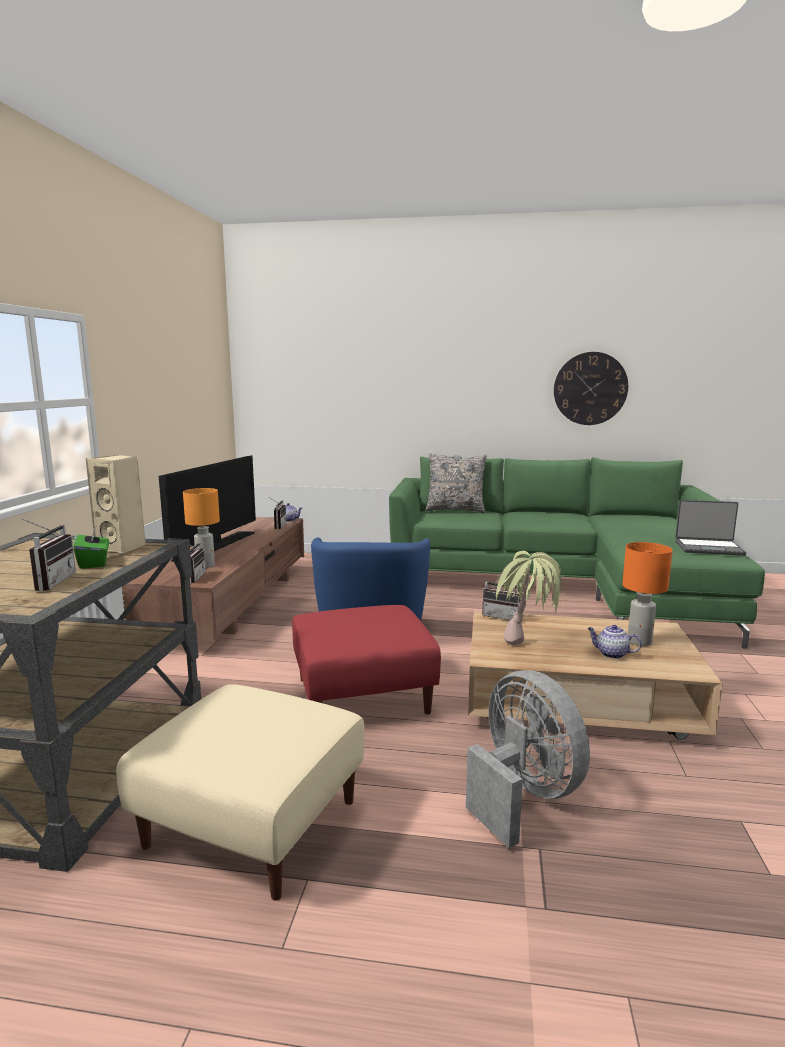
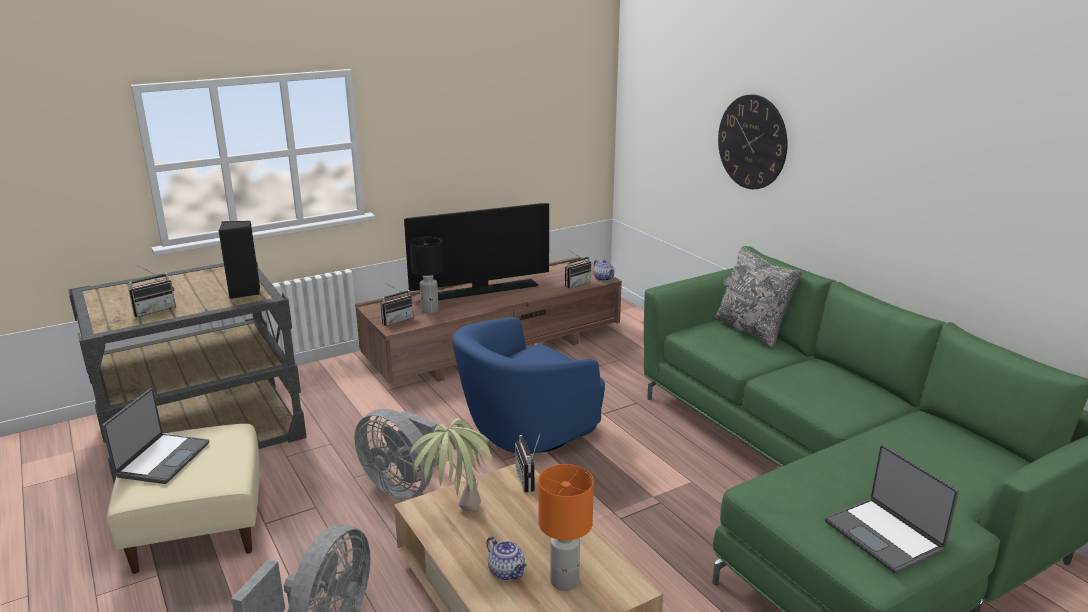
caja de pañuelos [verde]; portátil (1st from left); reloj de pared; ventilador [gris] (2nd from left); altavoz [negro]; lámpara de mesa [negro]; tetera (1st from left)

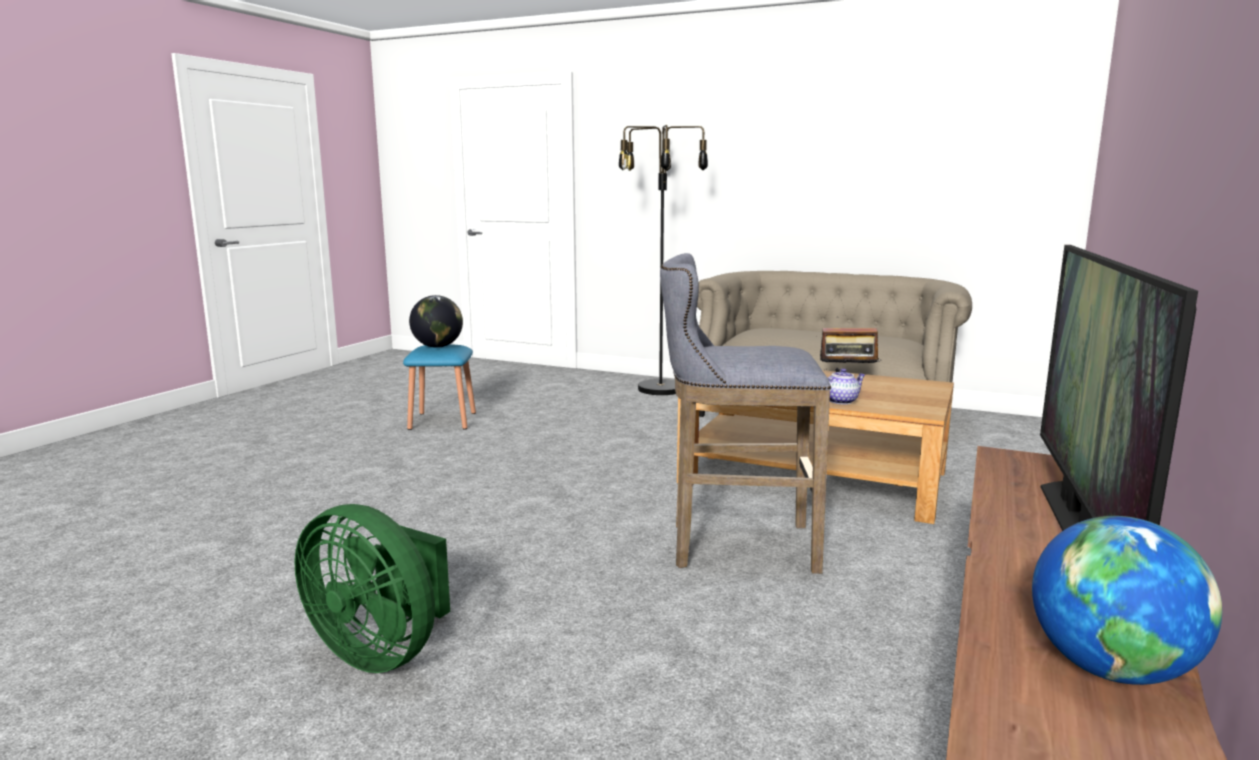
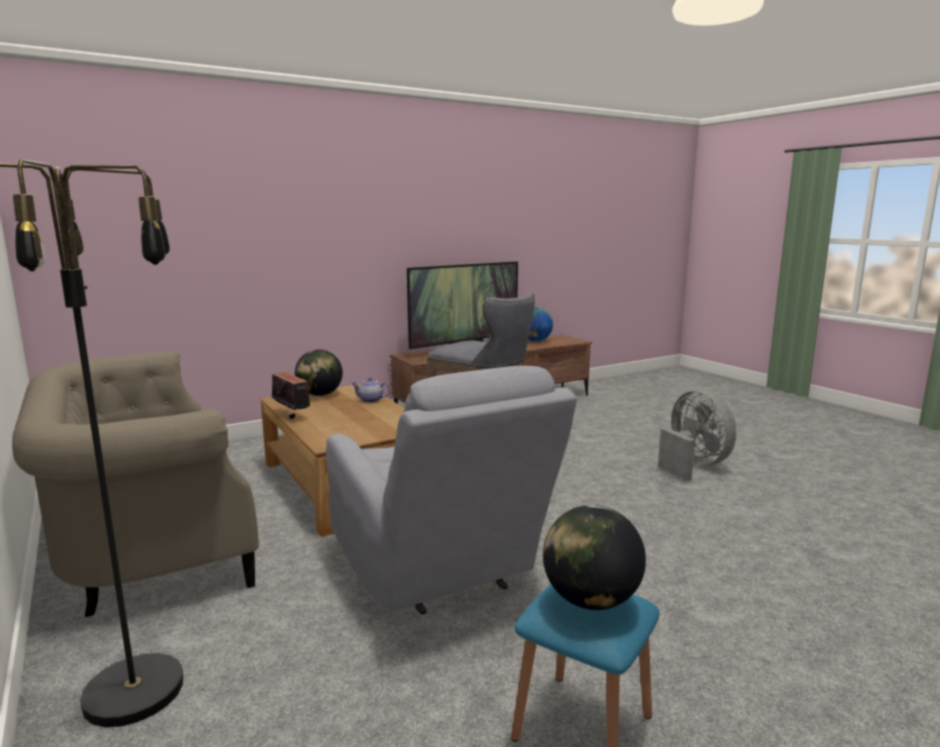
globo terráqueo (1st from left); sillón [gris]; ventilador [gris]

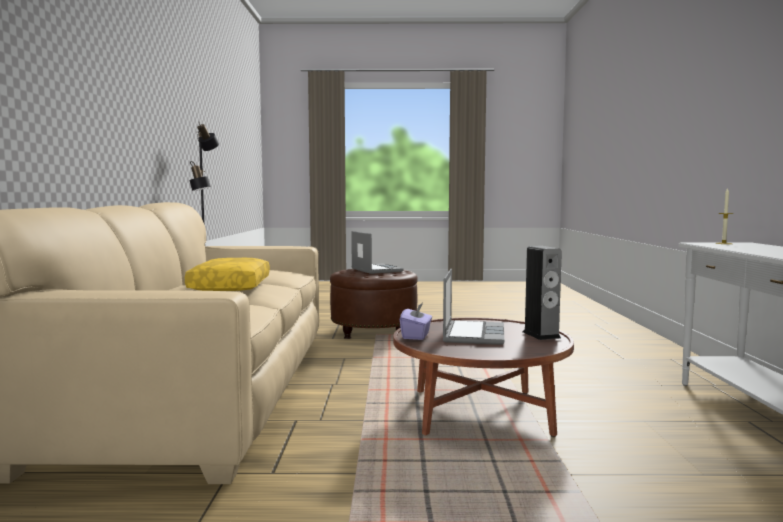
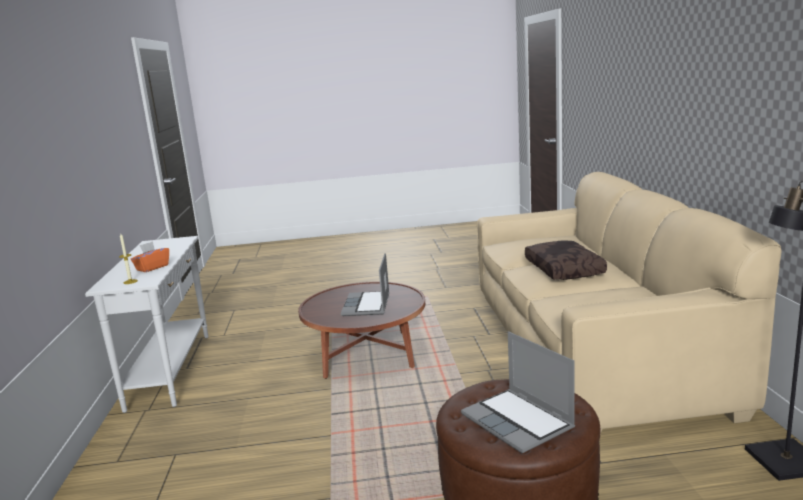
caja de pañuelos [morado]; altavoz; caja de pañuelos [naranja]; cojín [marrón]

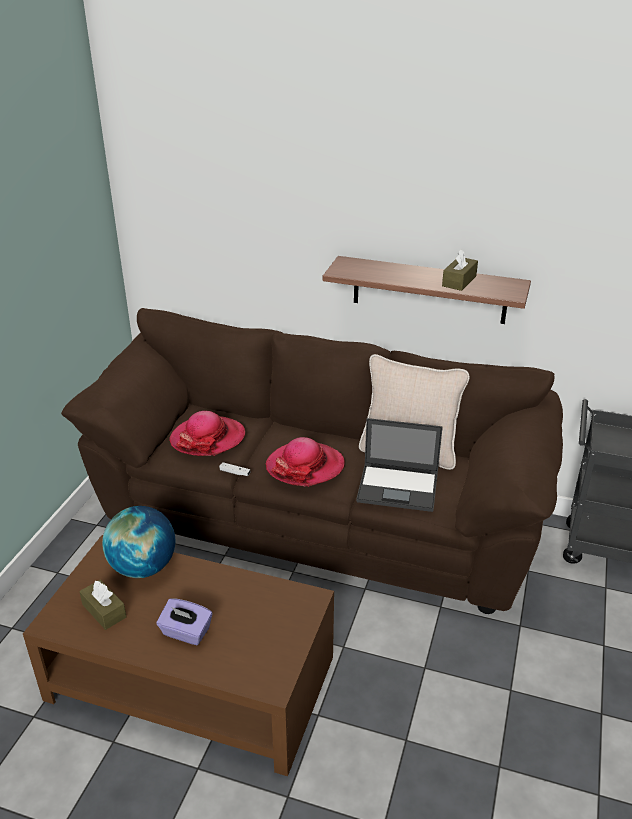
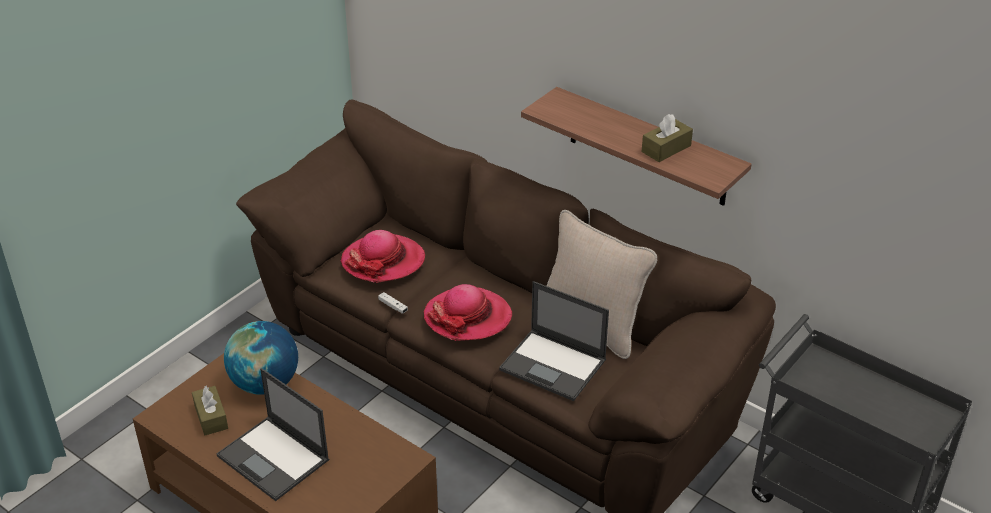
portátil (1st from left)

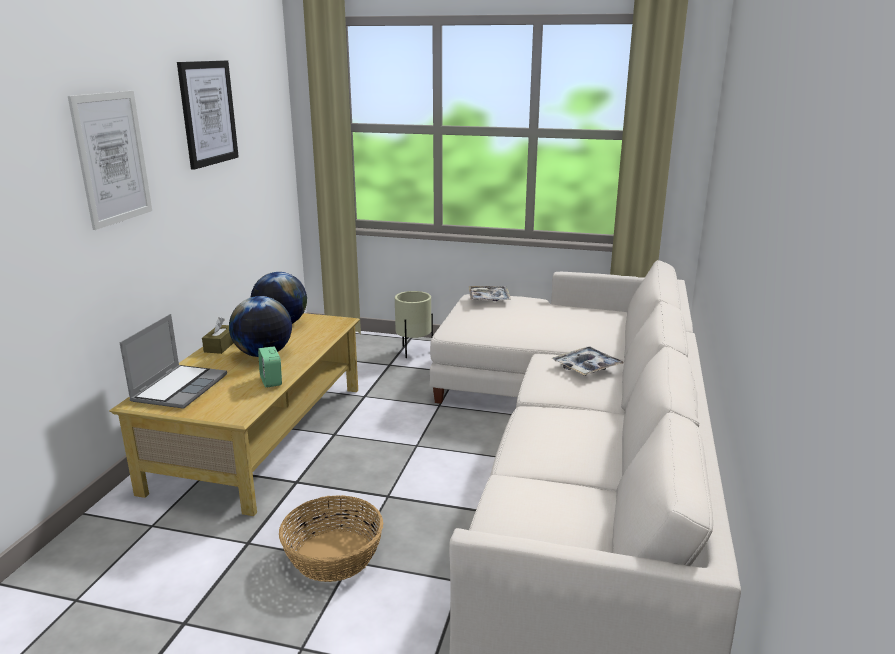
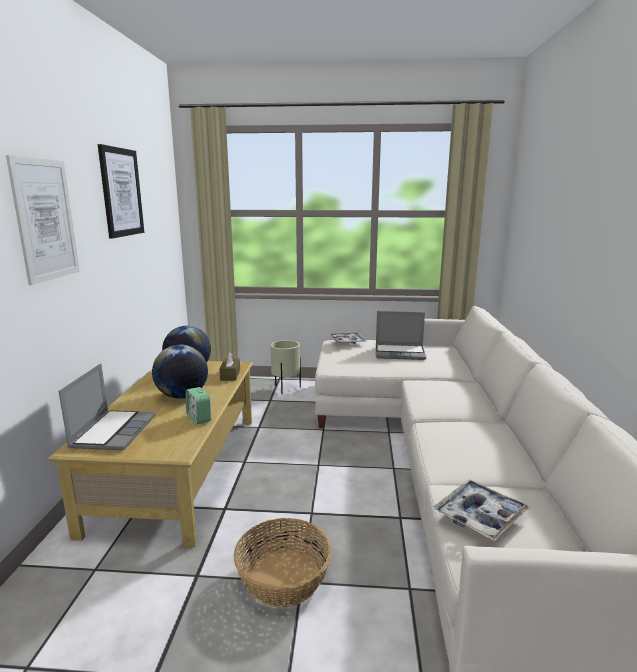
portátil (2nd from left); caja de pañuelos [marrón]; bandeja (2nd from left)

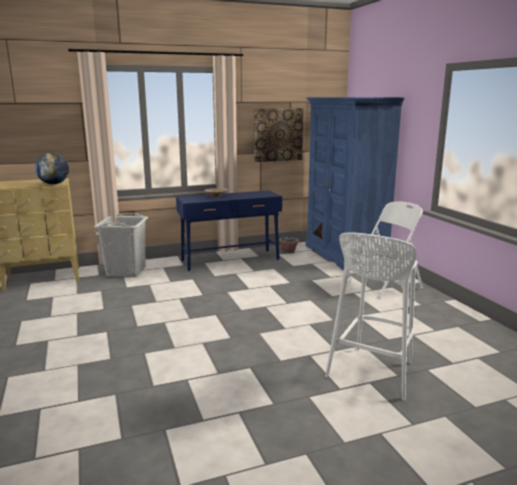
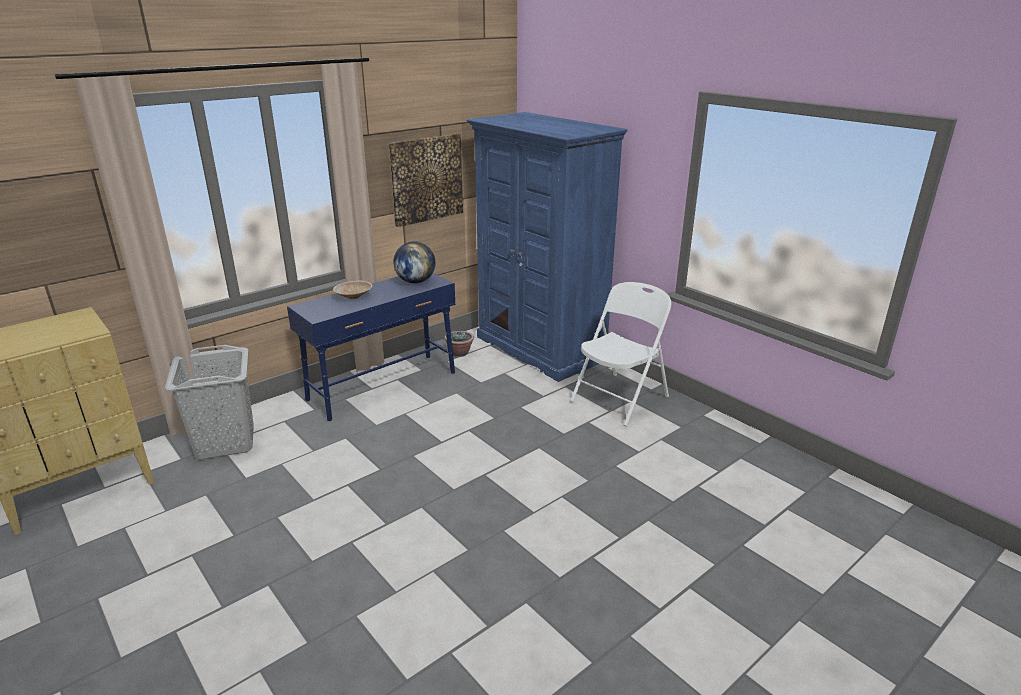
taburete [blanco]; globo terráqueo

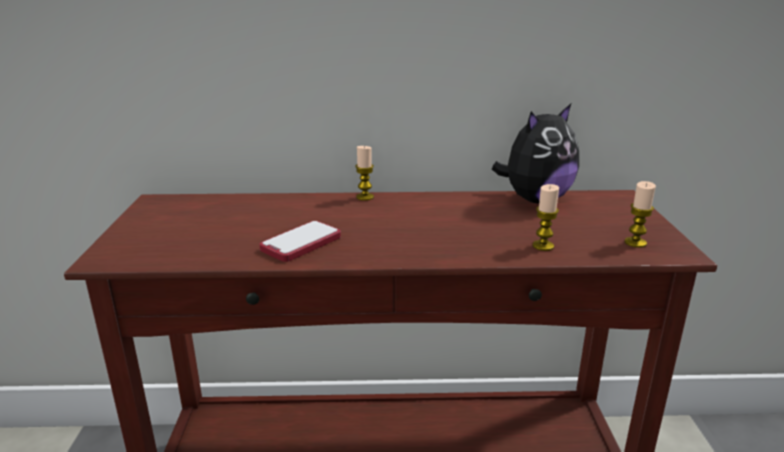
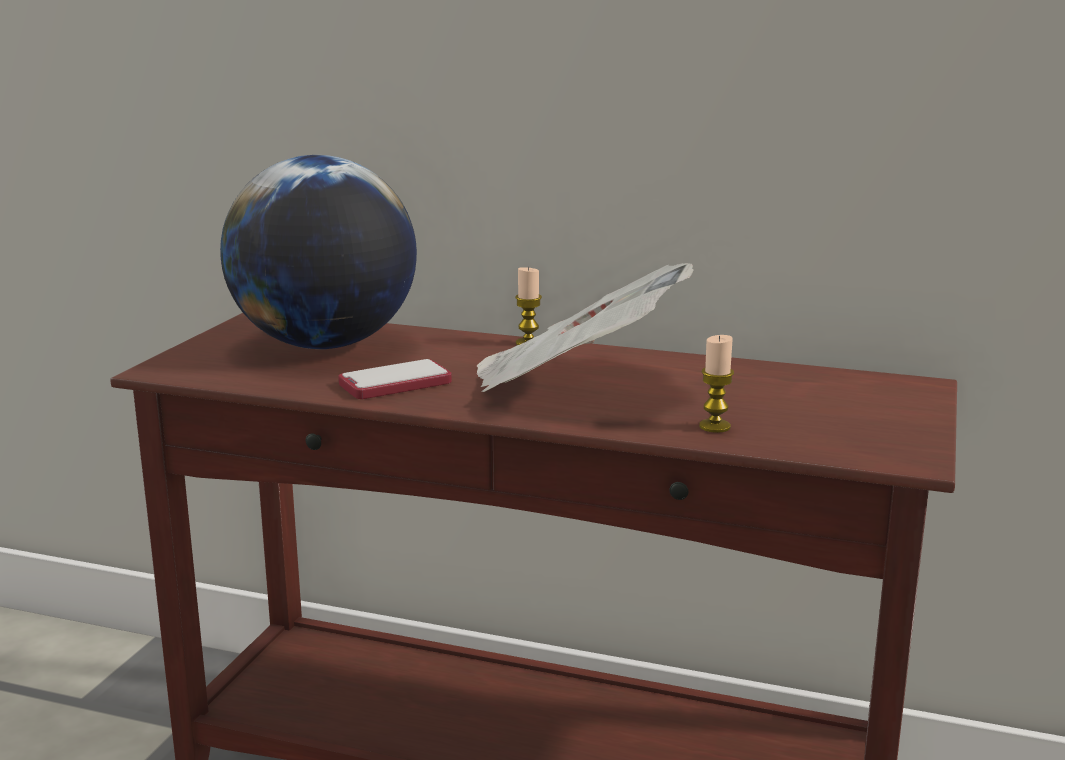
peluche; vela (3rd from left in the first image); globo terráqueo; periódico

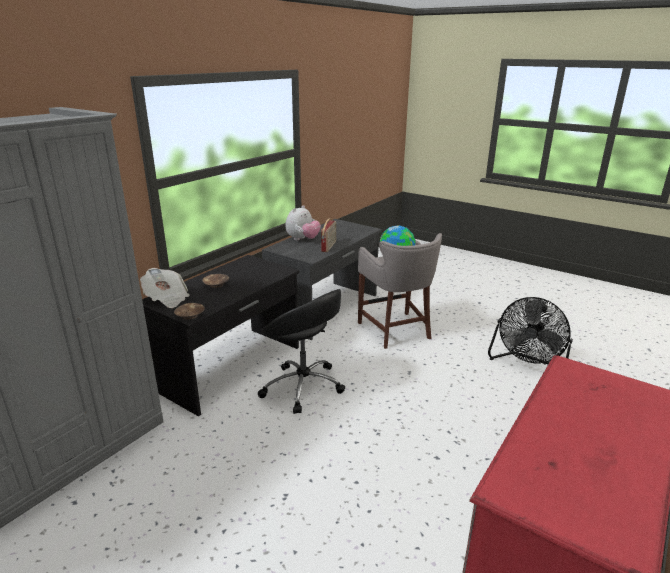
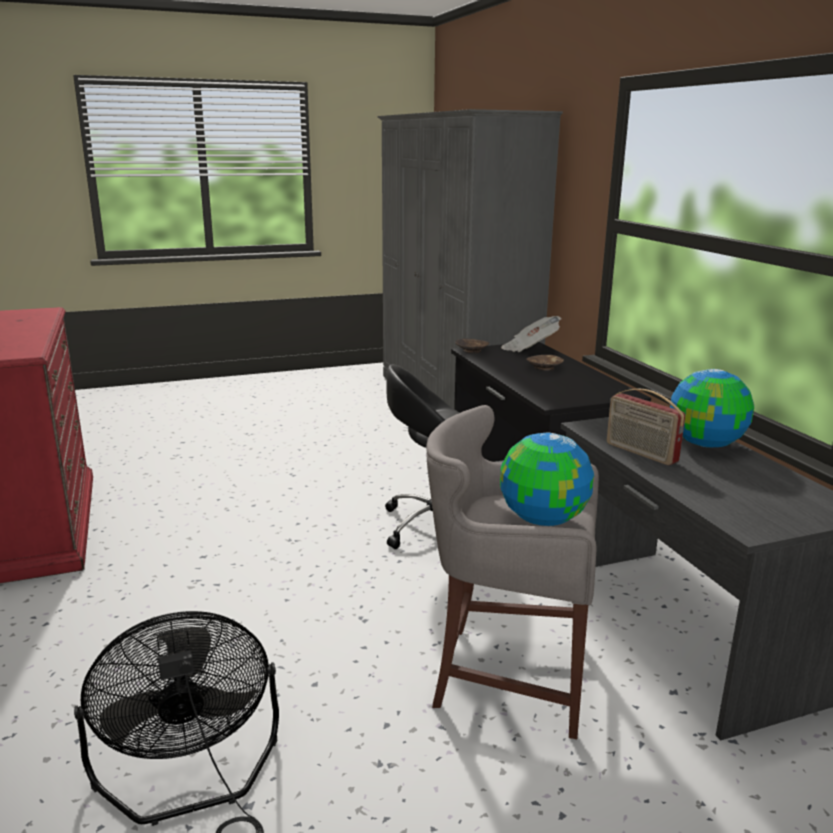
globo terráqueo (2nd from left)

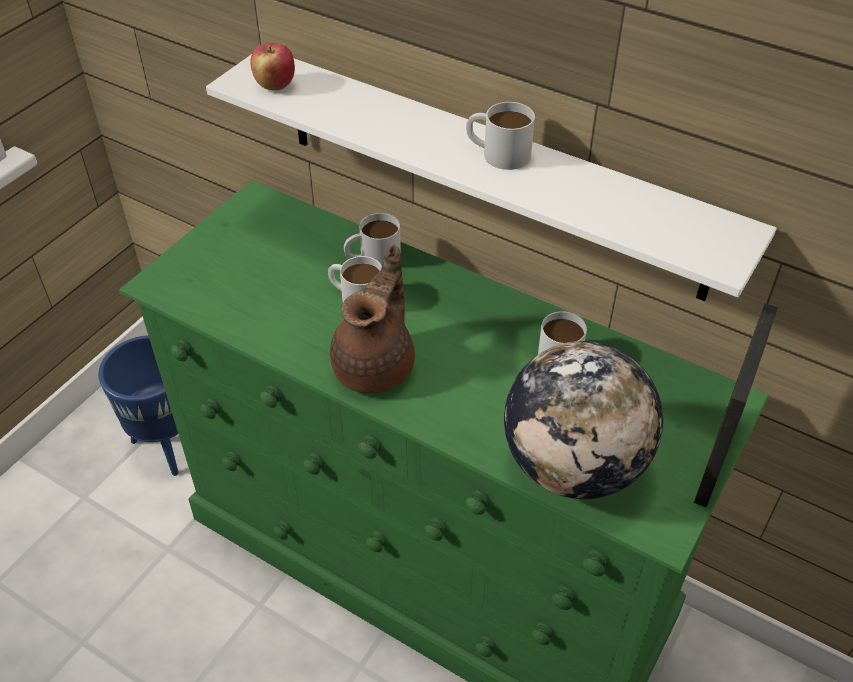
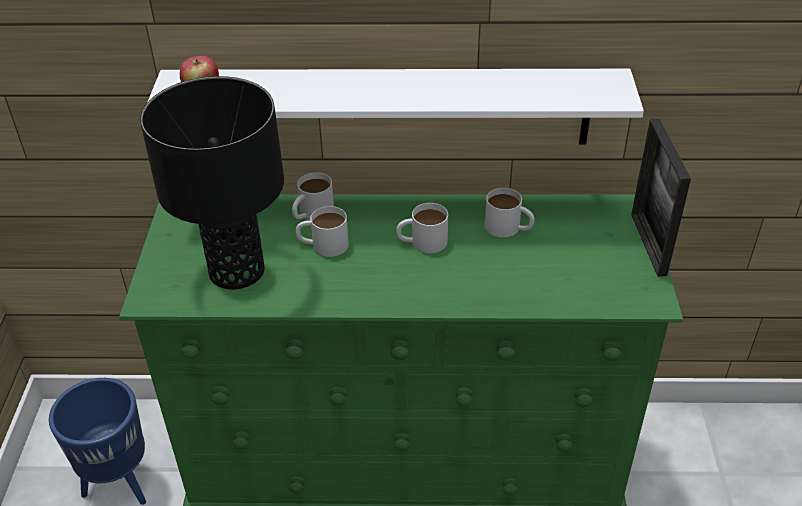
tetera [marrón]; globo terráqueo; lámpara de mesa [negro]; taza grande [blanco] (3rd from left)

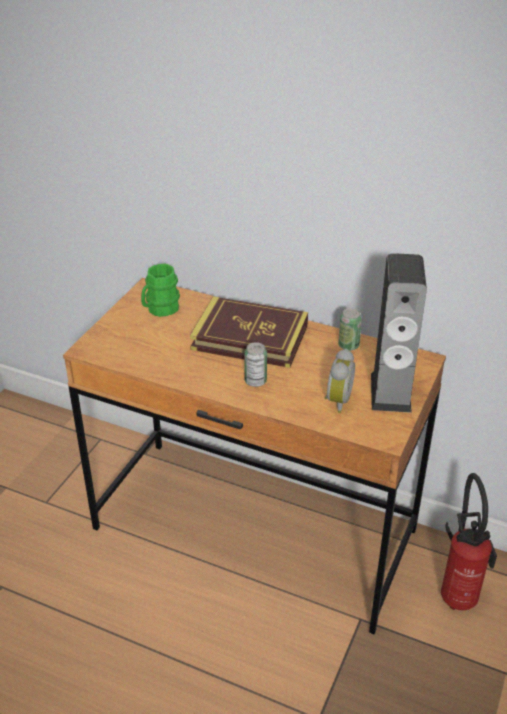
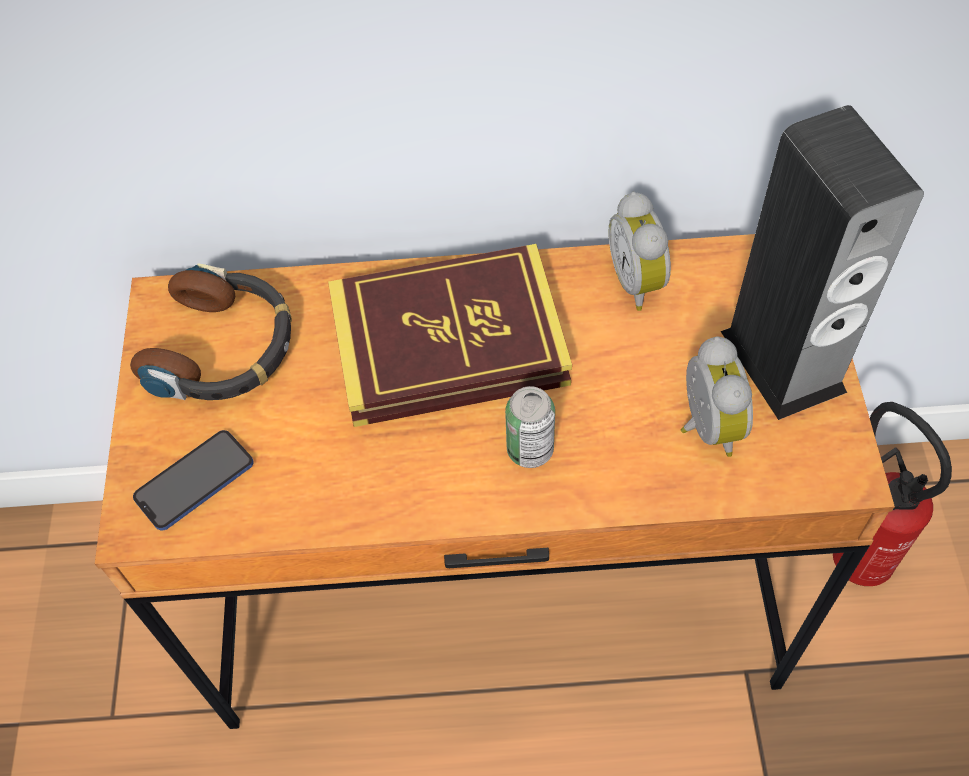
móvil; auriculares; despertador (1st from left)

